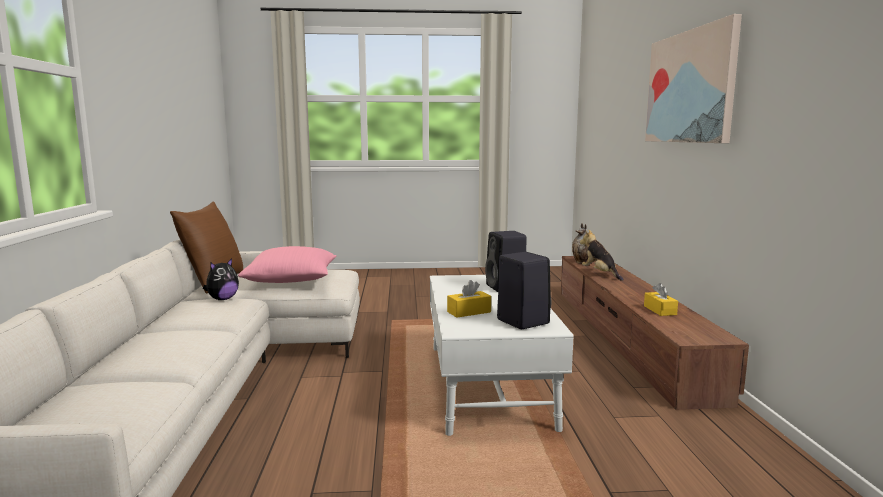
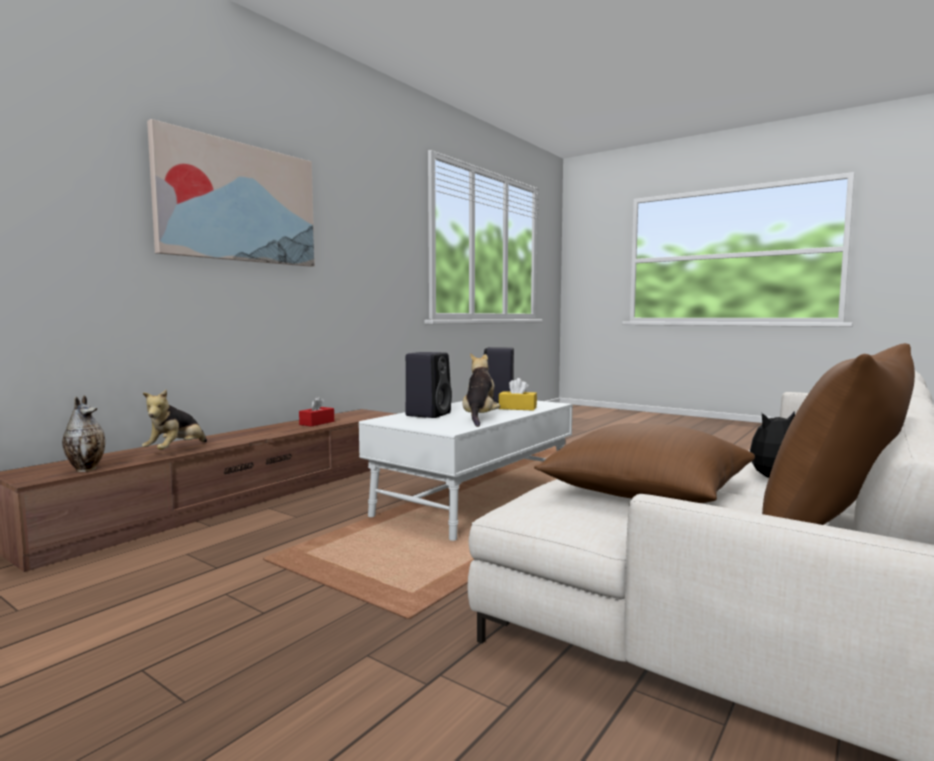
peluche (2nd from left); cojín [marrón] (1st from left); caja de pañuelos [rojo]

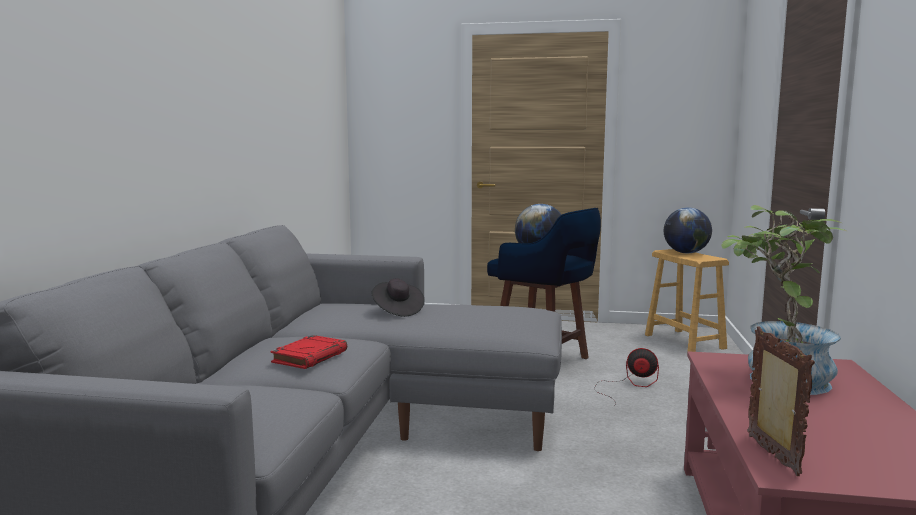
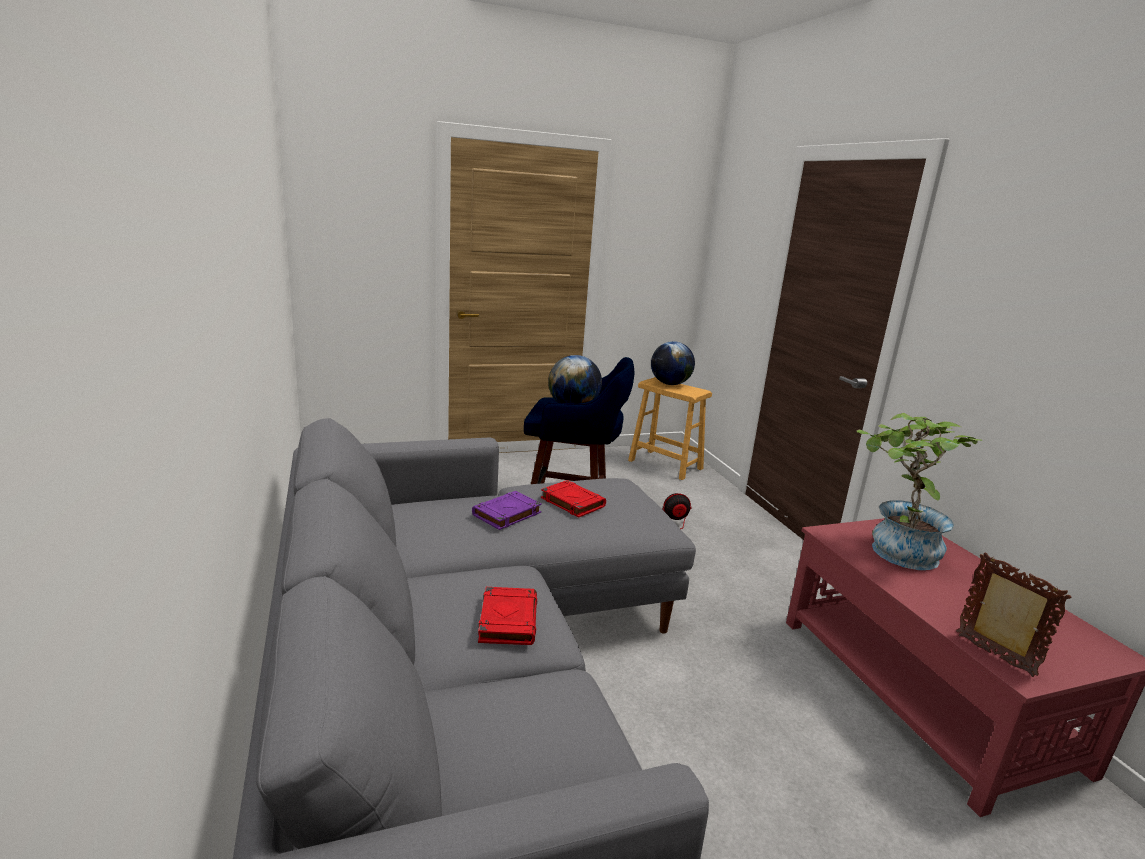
libro [rojo] (2nd from left); libro [morado]

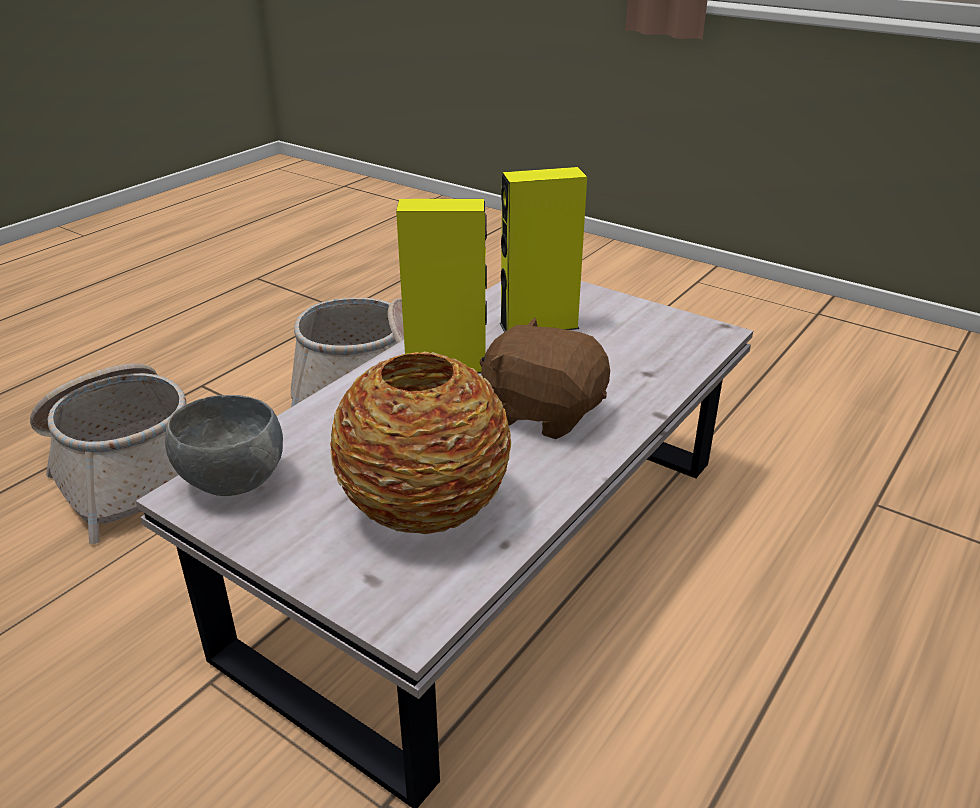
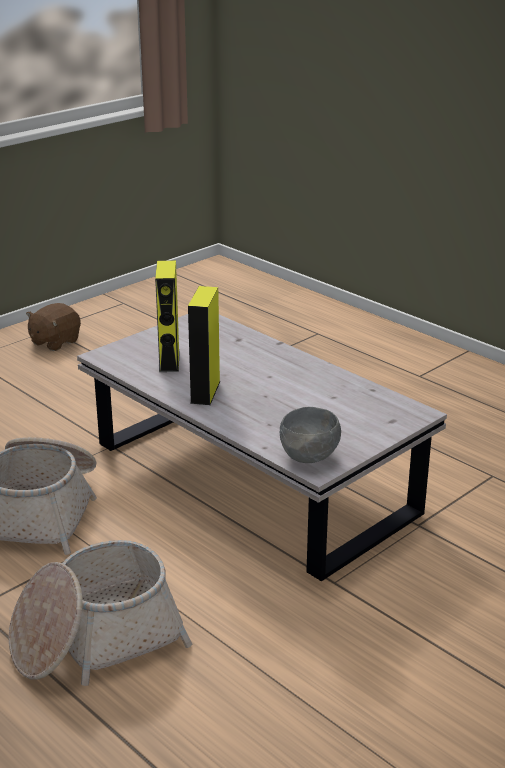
florero; peluche [marrón]

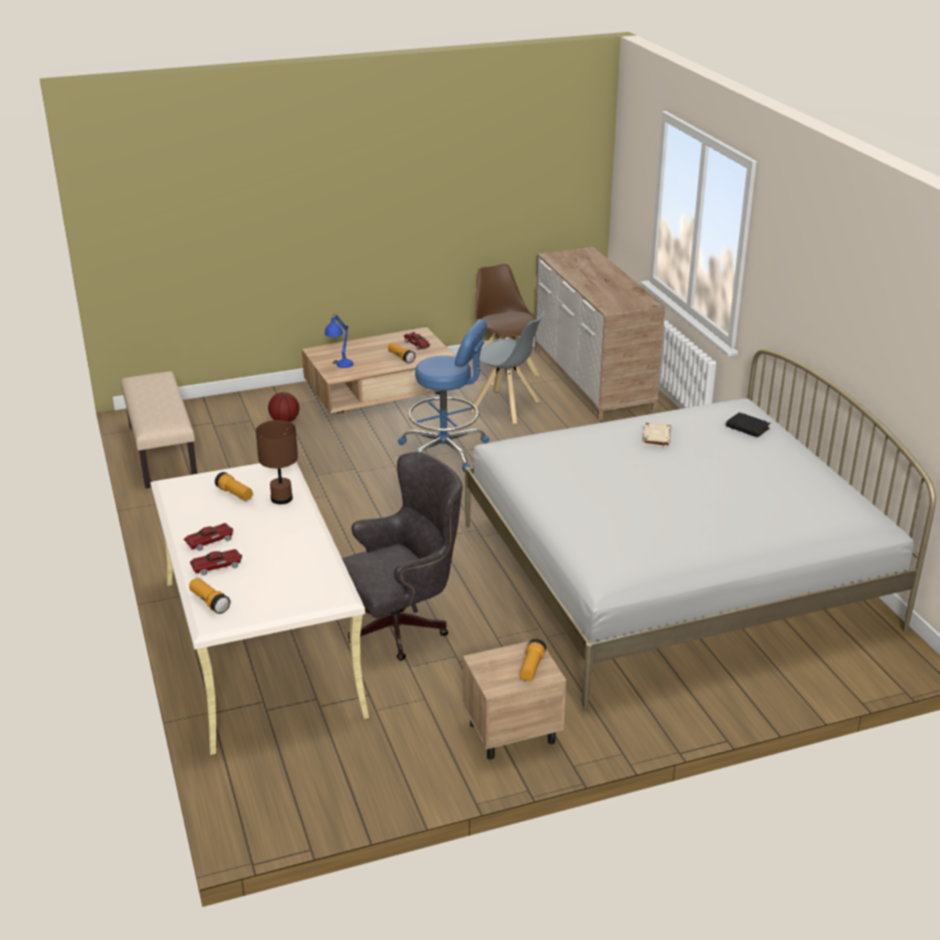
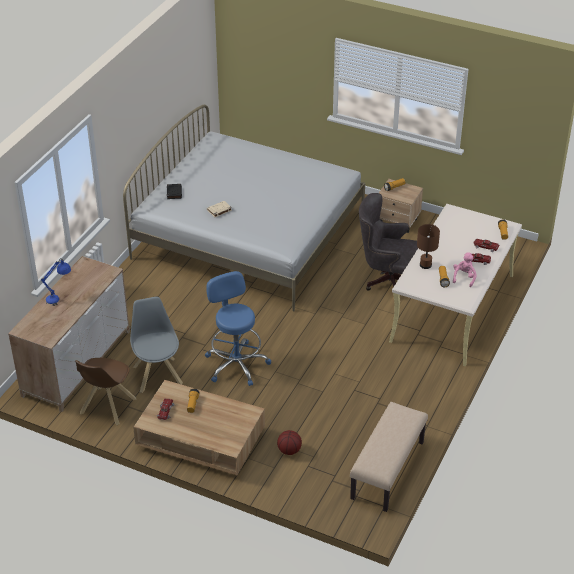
peluche [rosa]; lámpara de mesa [azul]

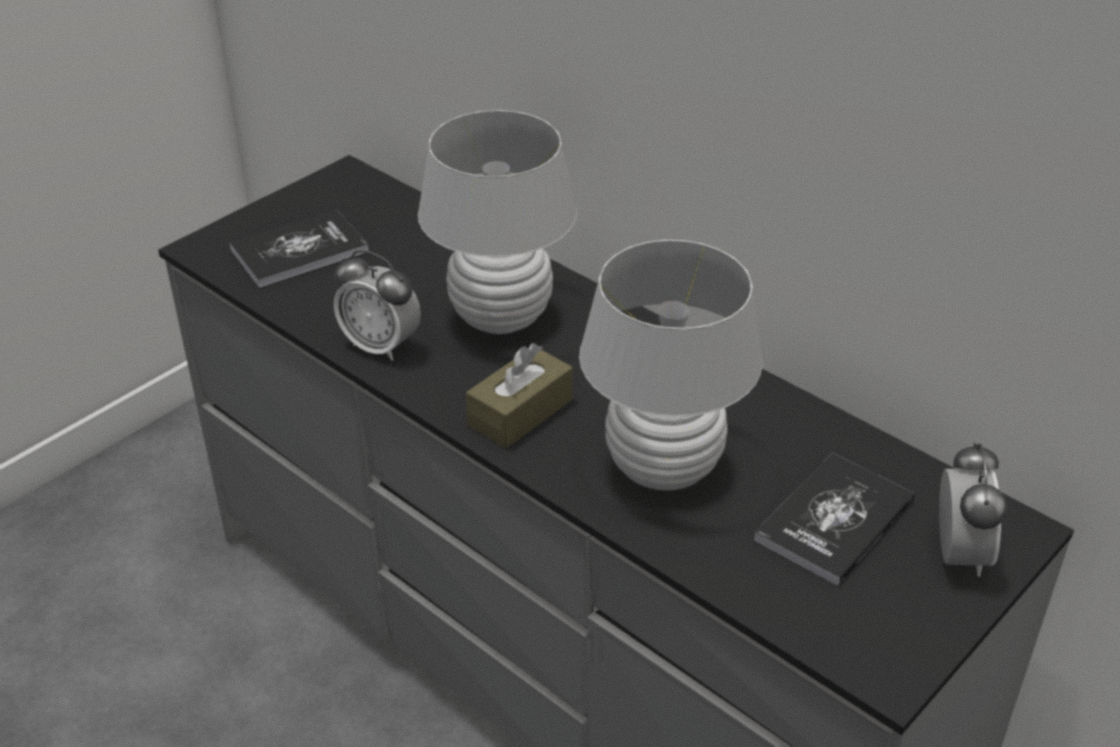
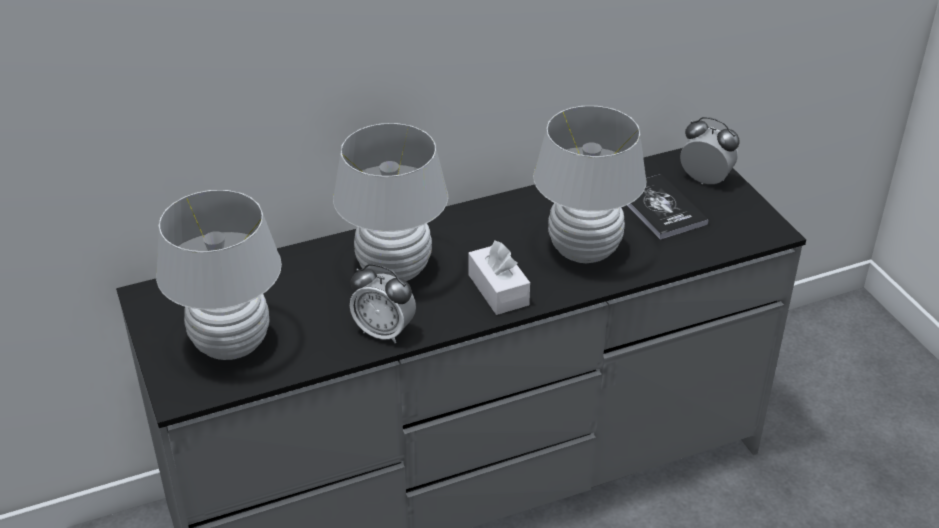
lámpara de mesa [blanco] (1st from left); caja de pañuelos [blanco]; despertador (1st from left)

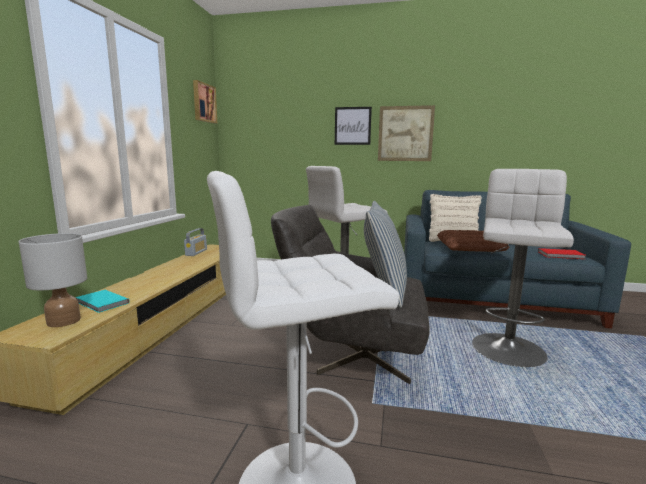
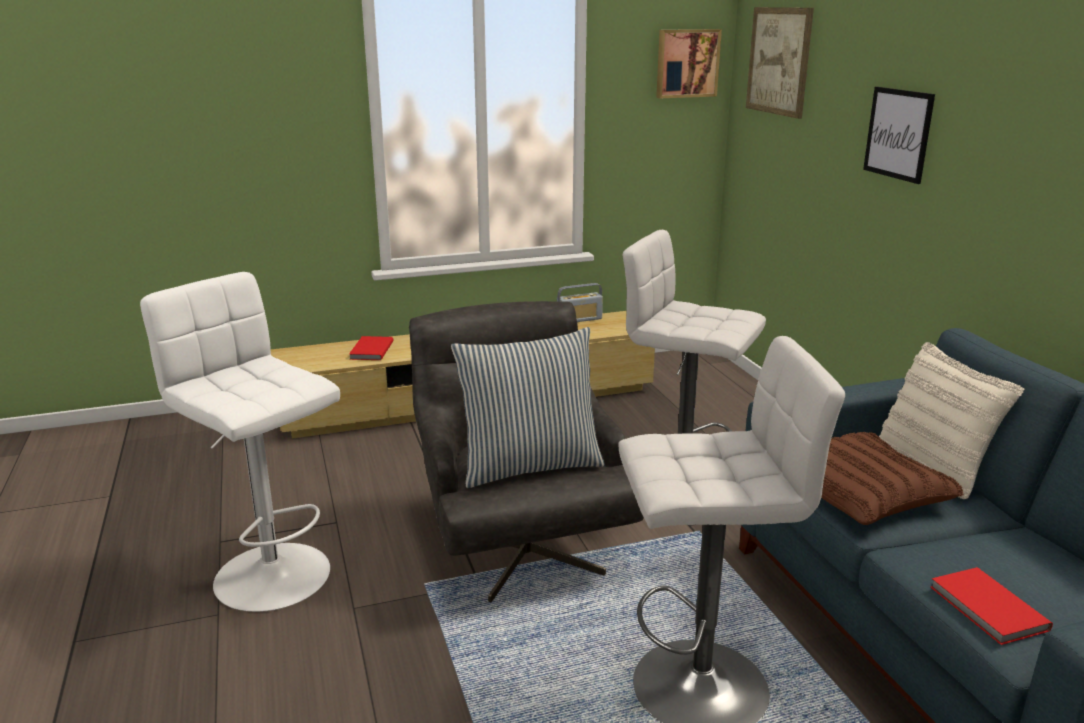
lámpara de mesa [gris]; cuadro (2nd from left); libro [rojo] (1st from left)

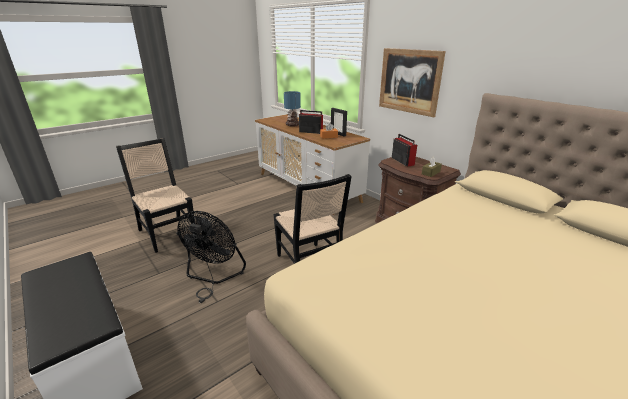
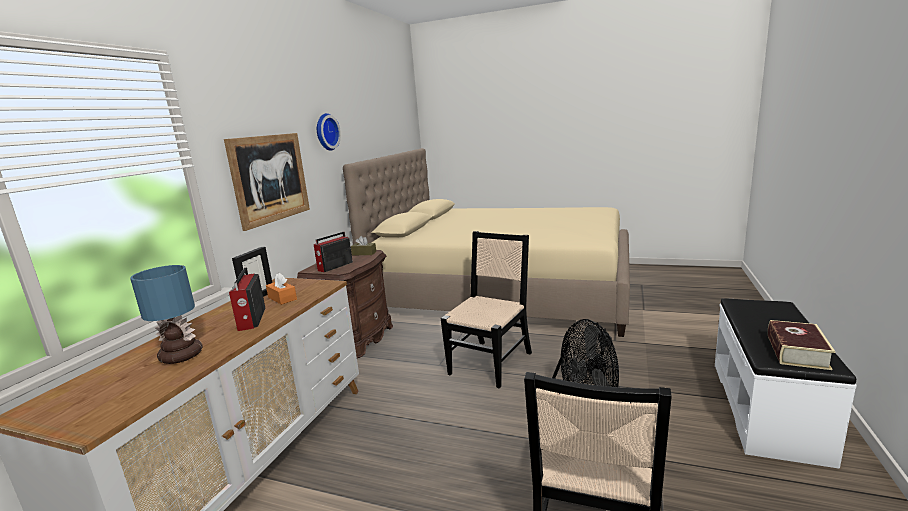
reloj de pared; libro

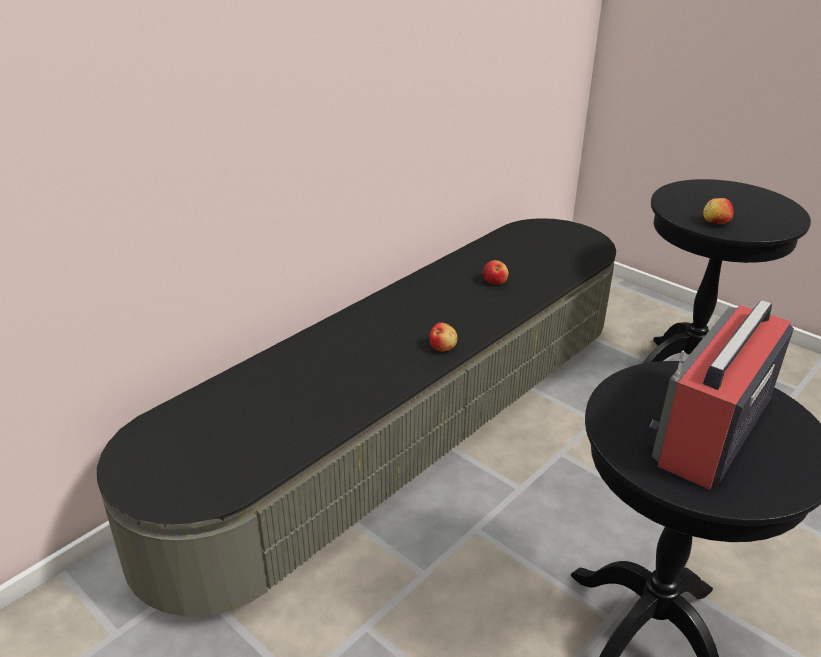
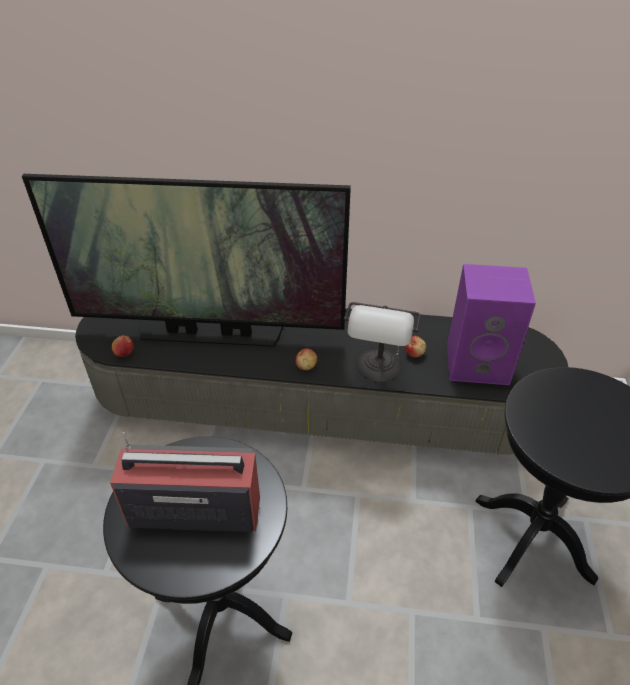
televisor; lámpara de mesa; altavoz [morado]; manzana (1st from left)

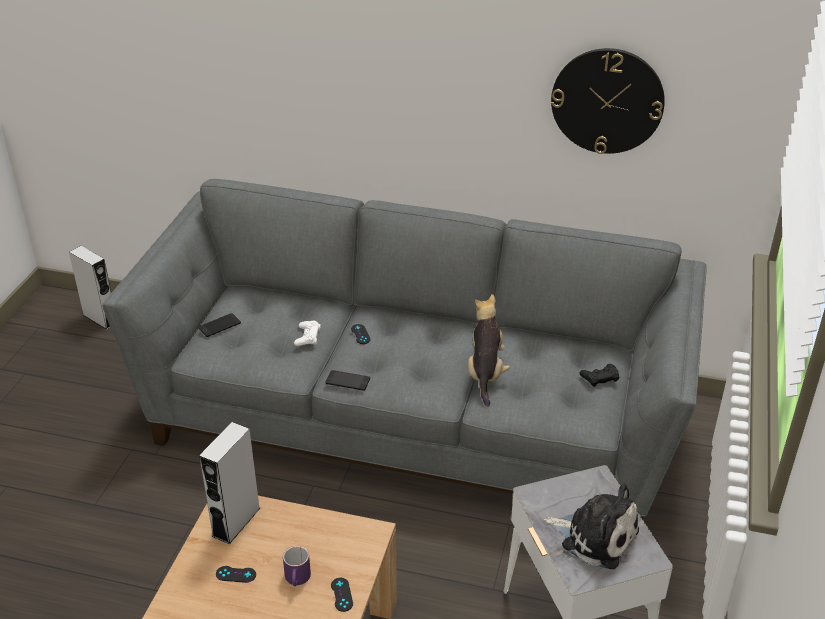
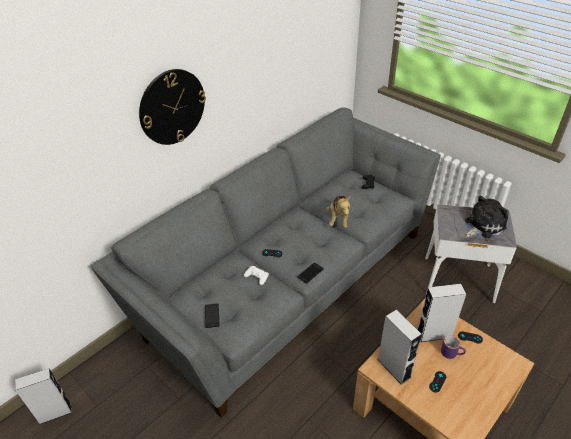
altavoz [gris] (3rd from left); reloj de pared; peluche (1st from left)

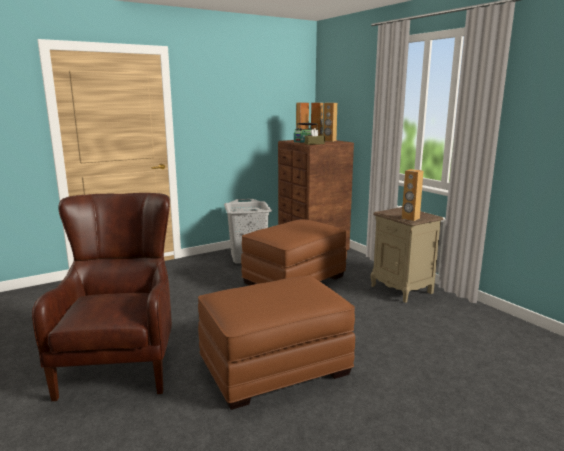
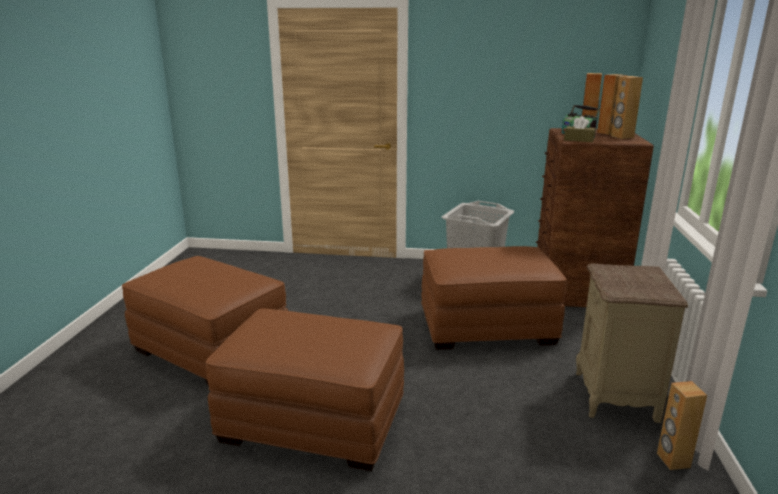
altavoz [marrón] (4th from left); puf [marrón] (1st from left)

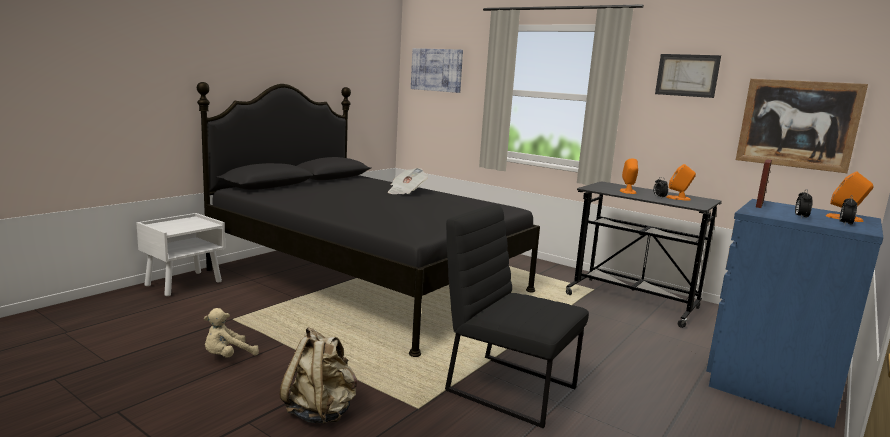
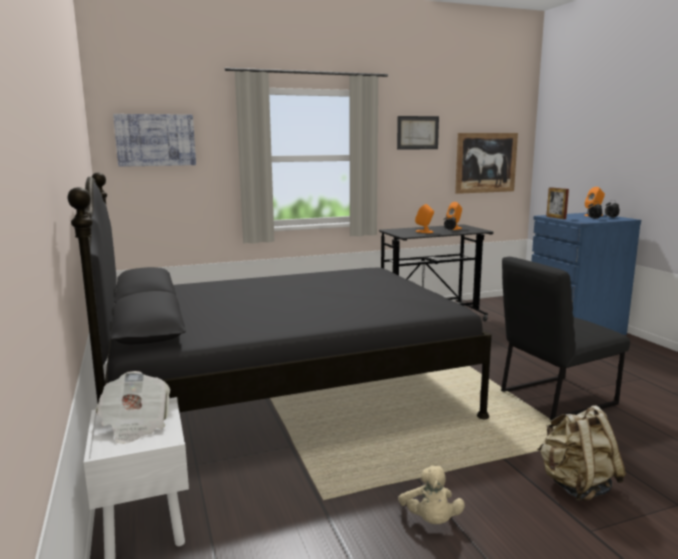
periódico

